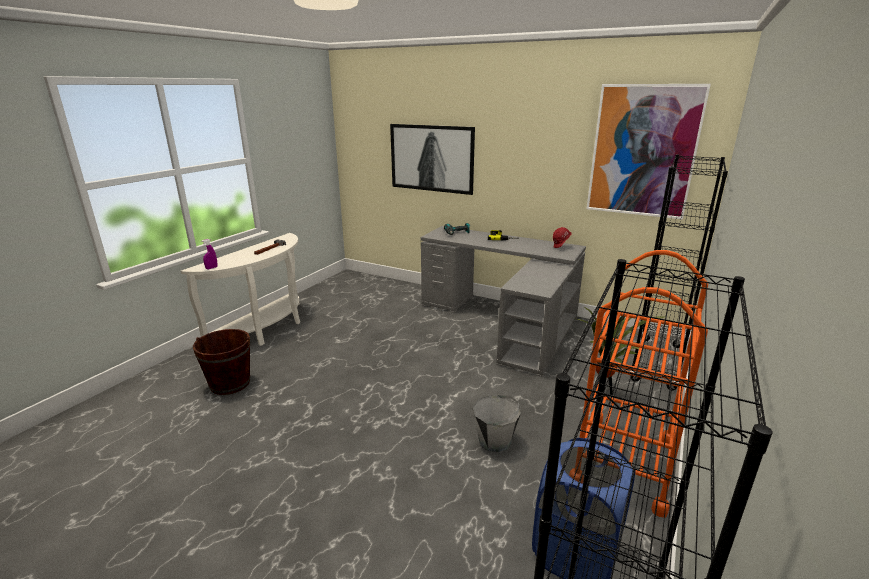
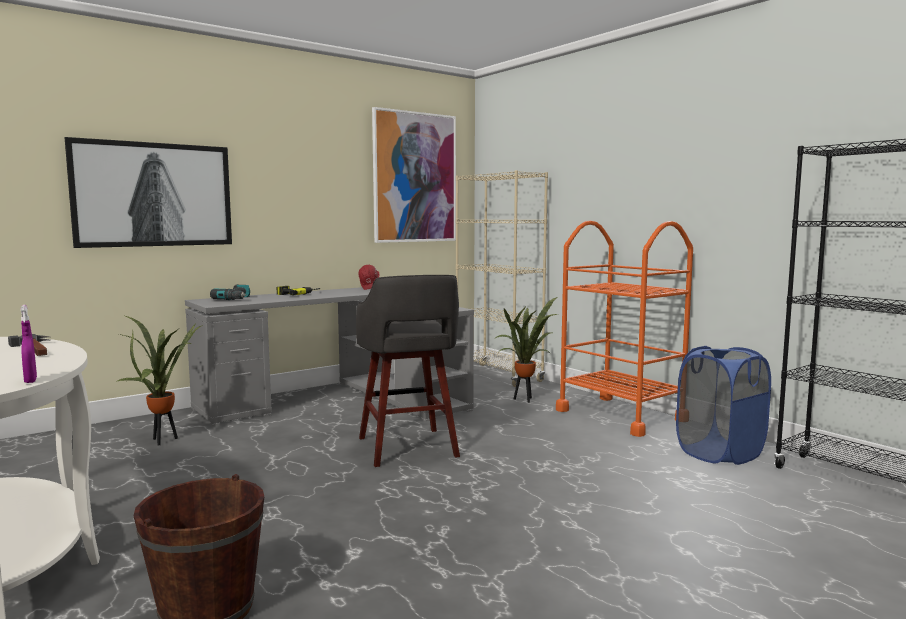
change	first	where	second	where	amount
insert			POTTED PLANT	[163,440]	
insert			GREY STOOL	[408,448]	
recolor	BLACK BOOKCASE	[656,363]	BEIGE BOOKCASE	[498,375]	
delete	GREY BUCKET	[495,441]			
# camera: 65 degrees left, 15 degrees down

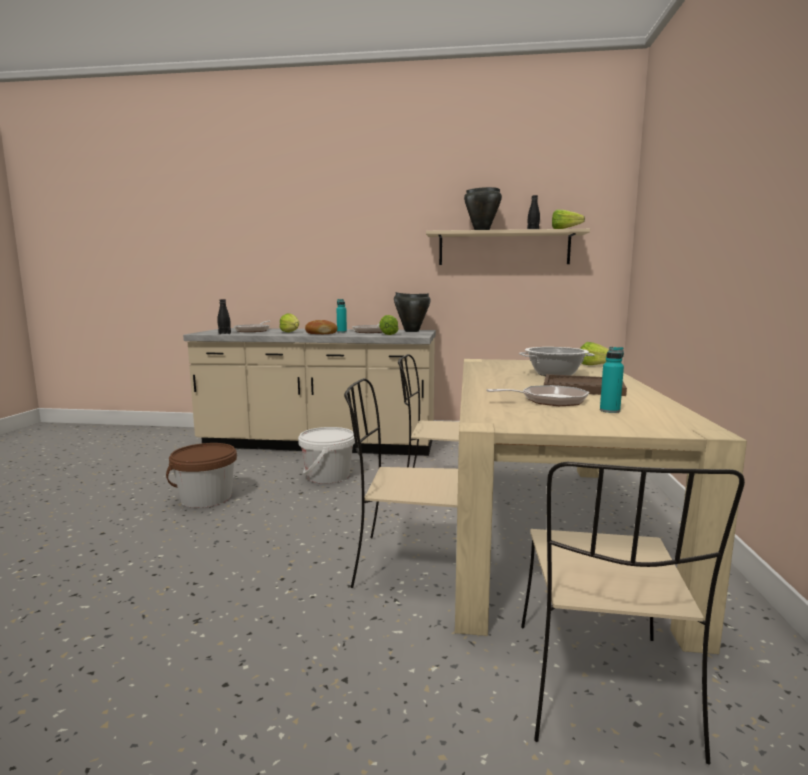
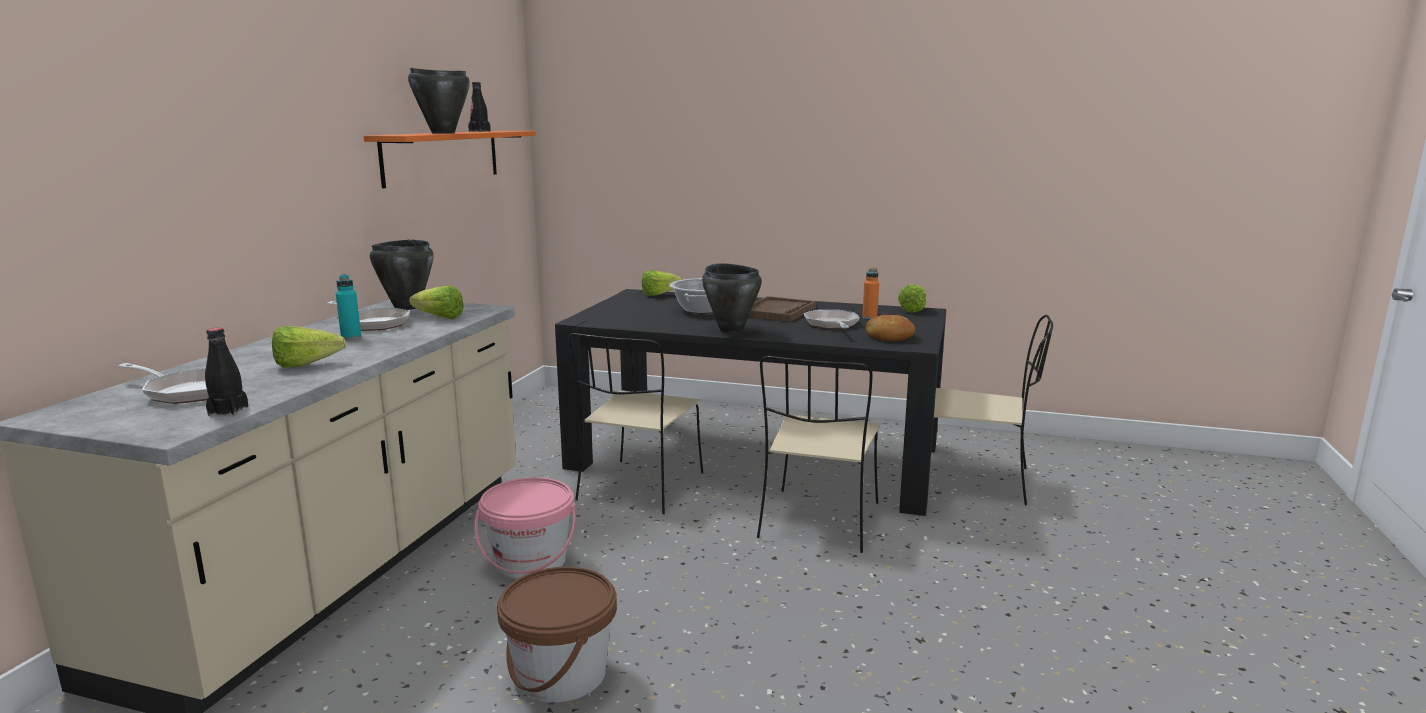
change	first	where	second	where	amount
recolor	BEIGE SHELF	[504,248]	ORANGE SHELF	[442,156]	
recolor	WHITE BUCKET	[328,476]	PINK BUCKET	[530,561]	
recolor	BEIGE DINING TABLE	[546,528]	BLACK DINING TABLE	[755,456]	
insert			BLACK COOKING POT	[731,330]	
recolor	TURQUOISE BOTTLE	[609,411]	ORANGE BOTTLE	[869,317]	
move	BREAD	[321,333]		[889,337]	
move	LETTUCE	[567,229]		[915,309]	
# camera: 80 degrees left, 5 degrees up

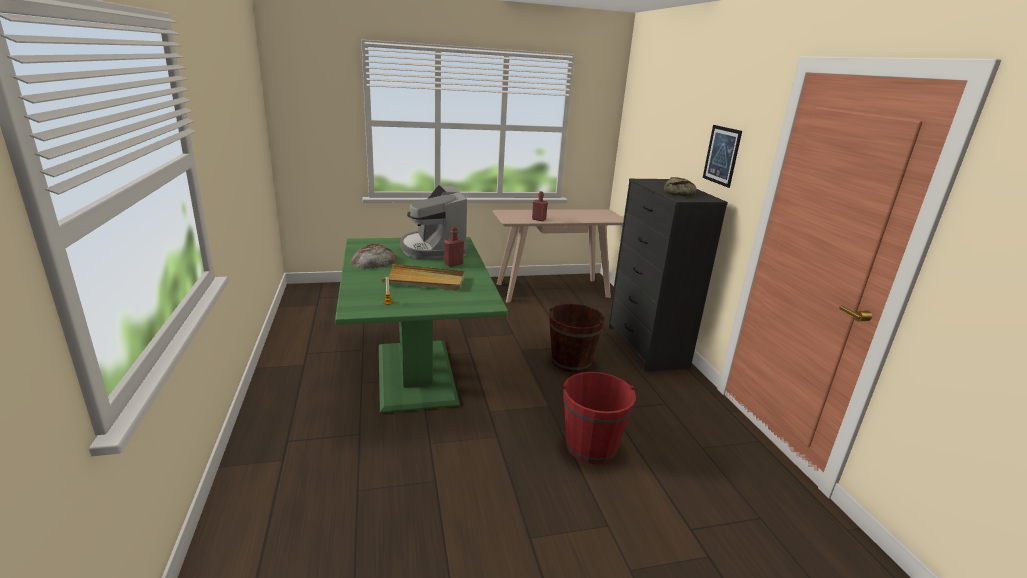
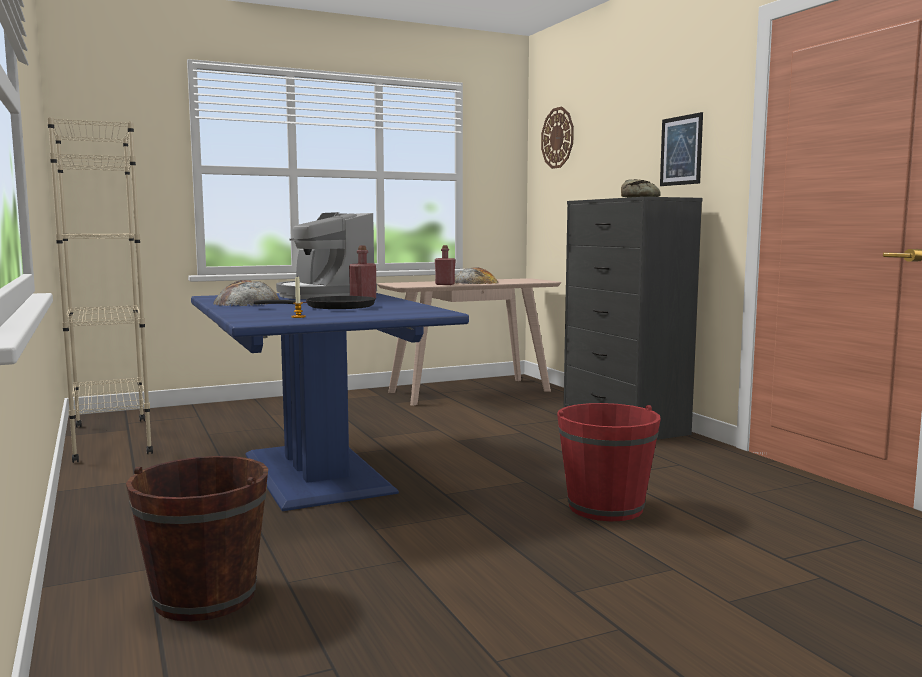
change	first	where	second	where	amount
insert			BEIGE BOOKCASE	[111,440]	
move	BROWN BUCKET	[571,361]		[205,597]	
recolor	GREEN DINING TABLE	[417,373]	BLUE DINING TABLE	[318,472]	
replace	BEIGE TRAY	[425,280]	BLACK FRYING PAN	[335,307]	
insert			BREAD	[473,282]	
insert			WALL CLOCK	[558,138]	
# camera: 10 degrees left, 15 degrees down

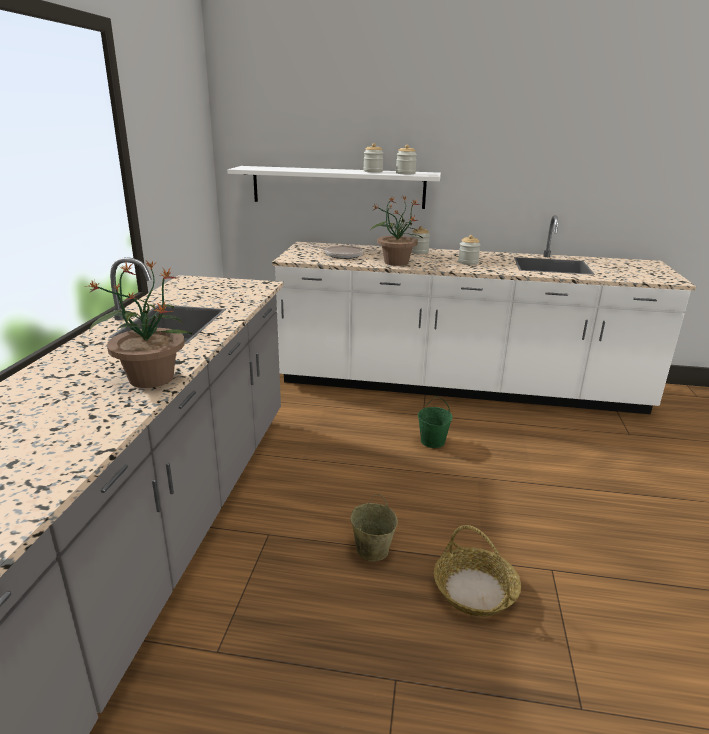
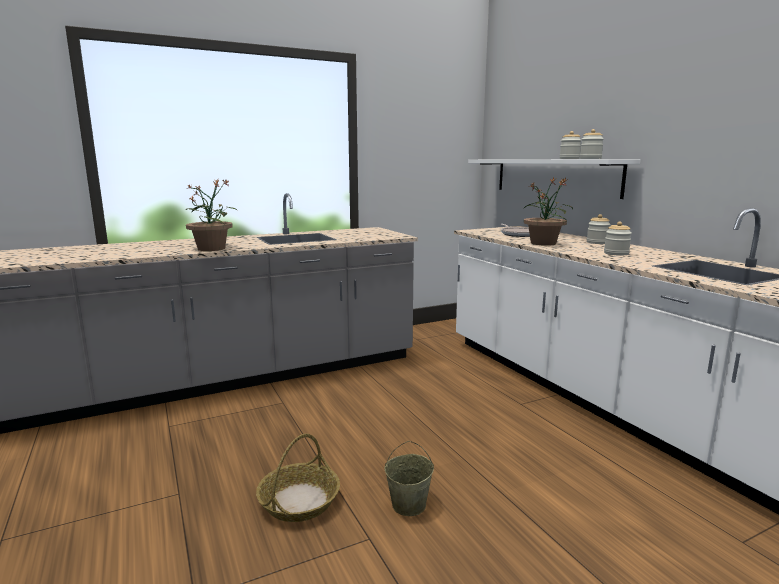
change	first	where	second	where	amount
move	BEIGE BUCKET	[372,549]		[409,504]	
delete	GREEN BUCKET	[432,441]			
# camera: 55 degrees right, 10 degrees down

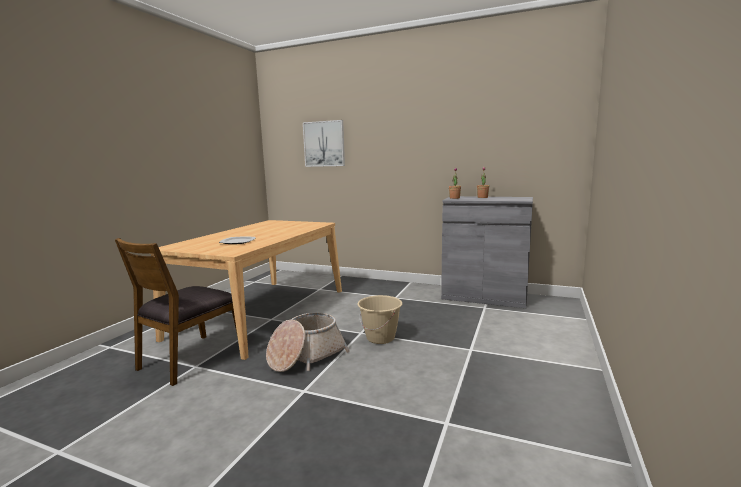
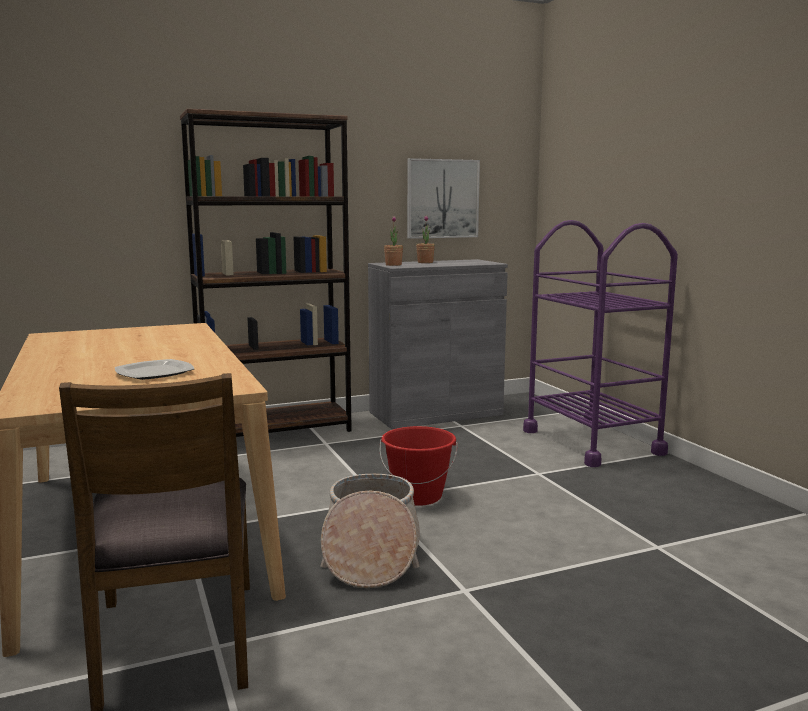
change	first	where	second	where	amount
insert			BROWN BOOKCASE	[276,431]	
recolor	BEIGE BUCKET	[380,338]	RED BUCKET	[418,496]	
move	PICTURE	[324,144]		[442,199]	
insert			PURPLE CART	[592,442]	
# camera: 45 degrees left, 0 degrees up

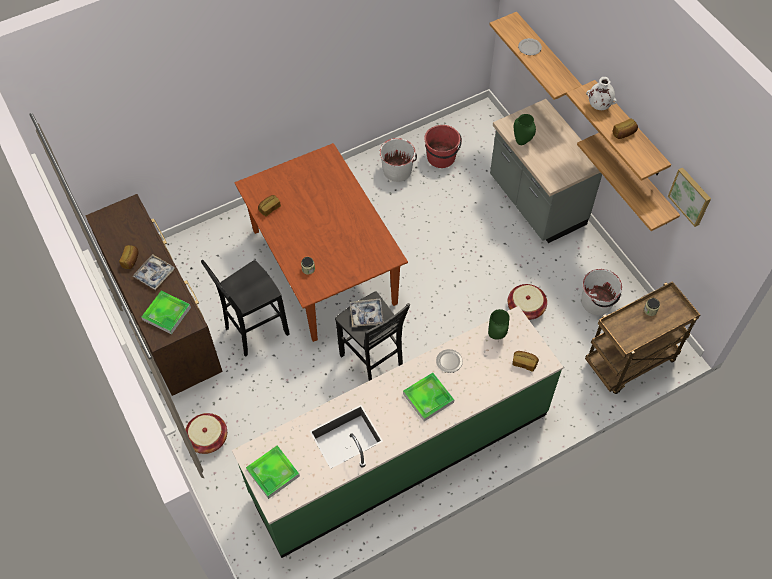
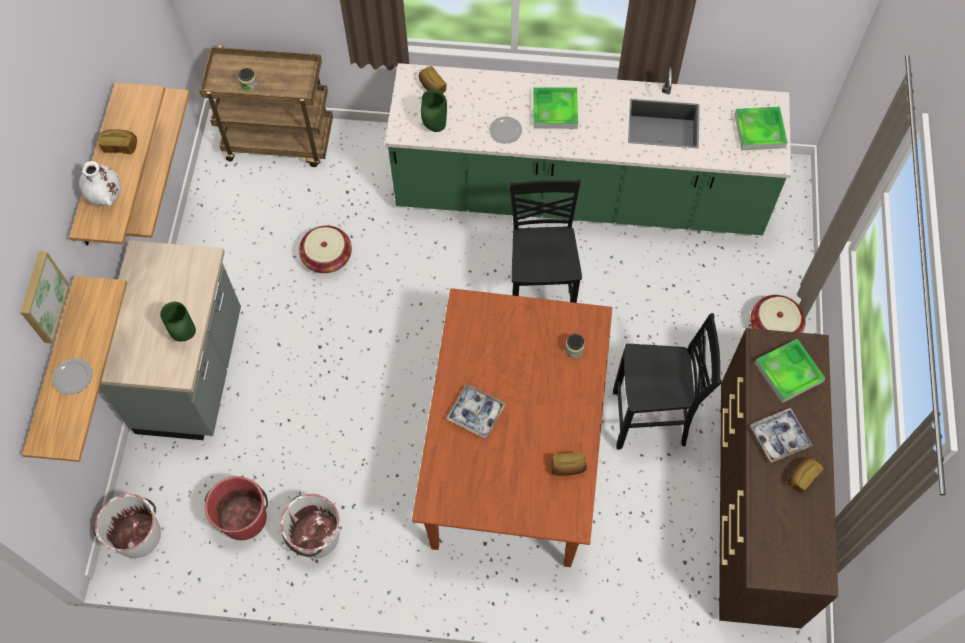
change	first	where	second	where	amount
move	PICTURE	[690,196]		[41,297]	
move	WHITE BUCKET	[597,302]		[137,535]	
move	TRAY	[366,315]		[476,413]	
# camera: 145 degrees left, 5 degrees up

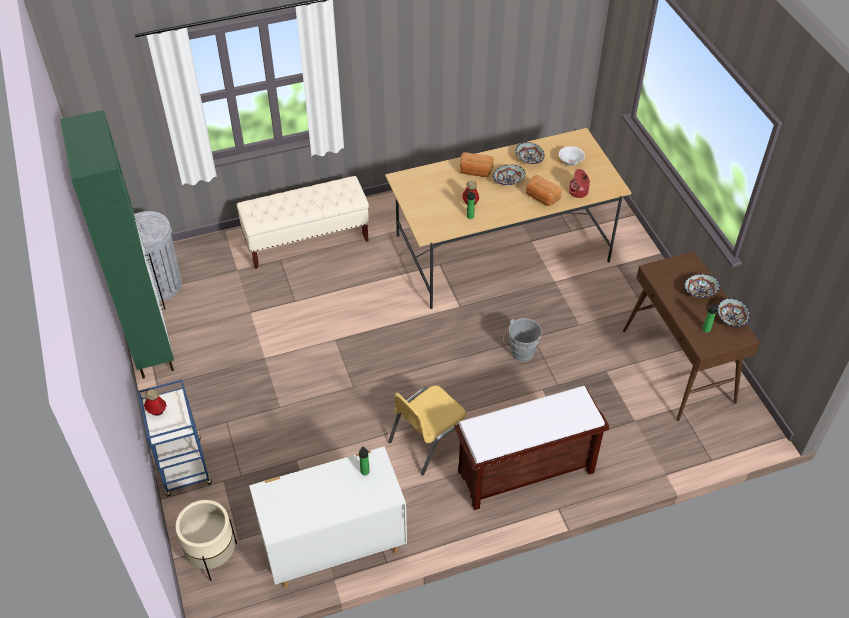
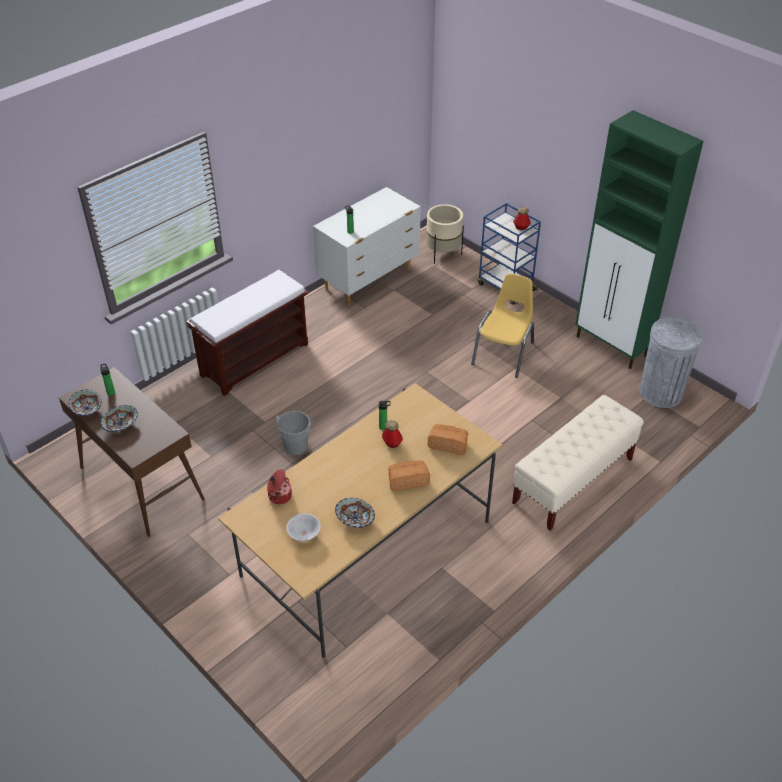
change	first	where	second	where	amount
move	BREAD	[541,198]		[448,444]	
move	YELLOW CHAIR	[430,439]		[504,353]	
delete	BOWL	[508,181]			
# camera: 155 degrees right, 5 degrees down

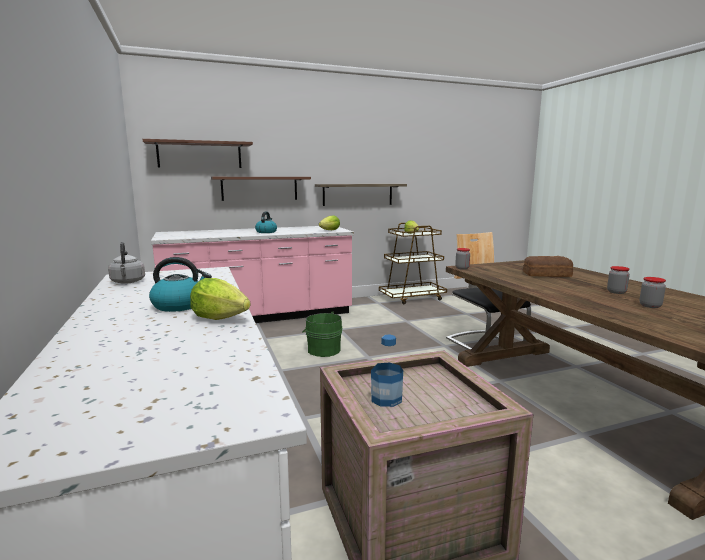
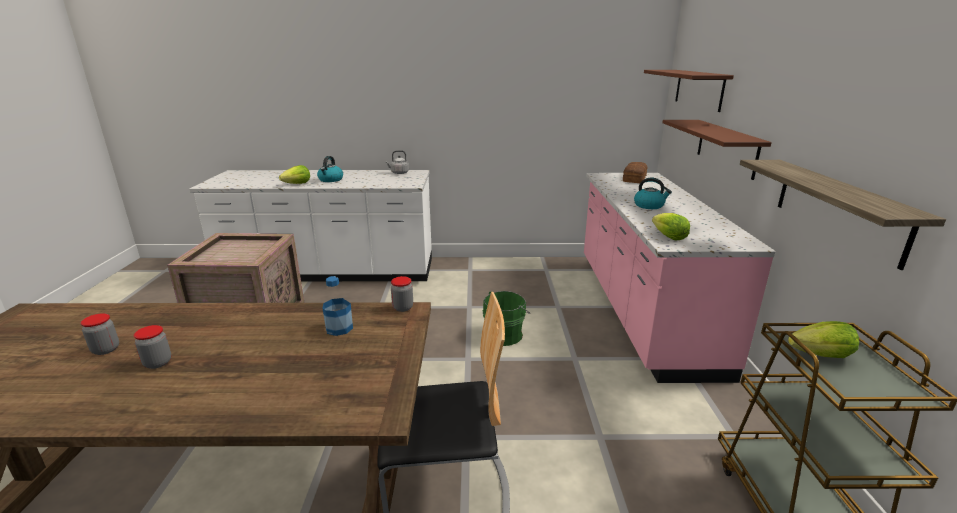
change	first	where	second	where	amount
move	BOTTLE	[386,399]		[339,328]	
move	BREAD	[546,274]		[635,179]	
# camera: 110 degrees right, 10 degrees up

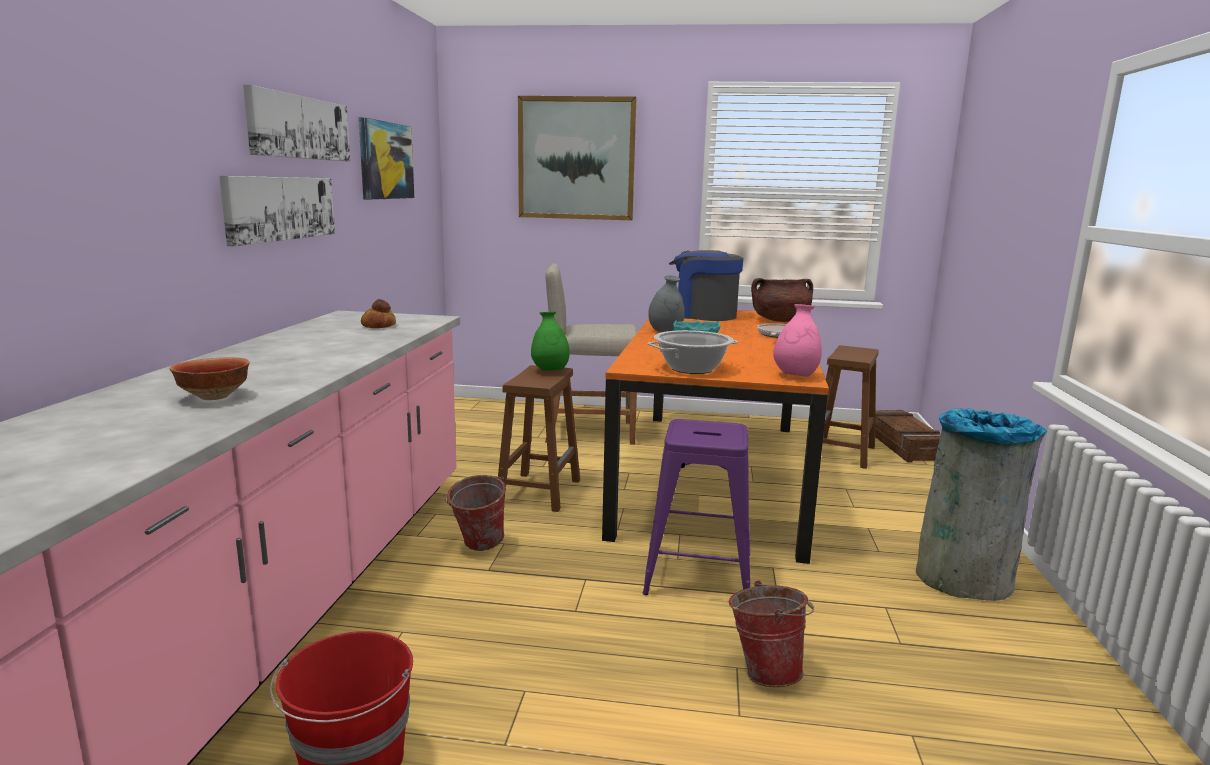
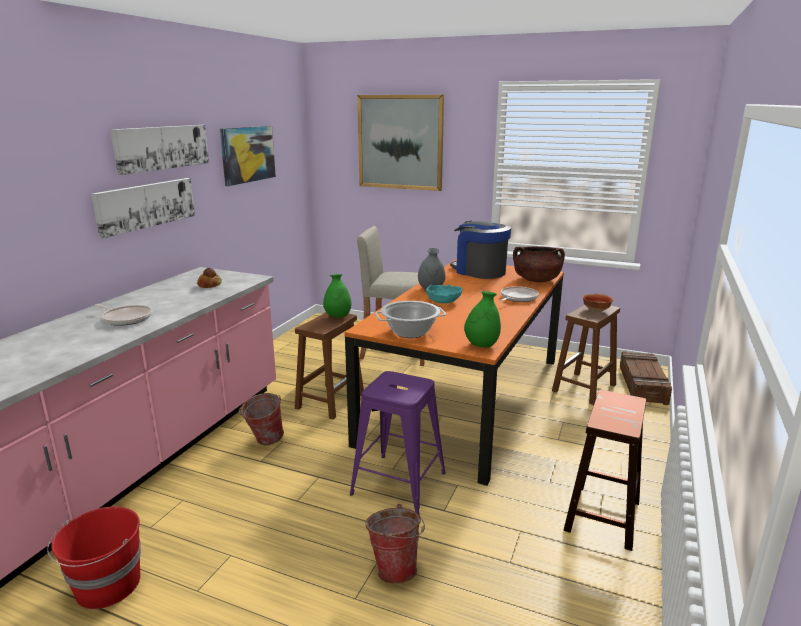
change	first	where	second	where	amount
insert			FRYING PAN	[126,318]	
recolor	PINK VASE	[795,376]	GREEN VASE	[481,345]	
replace	GREY TRASH CAN	[965,580]	BROWN STOOL	[602,516]	
move	BOWL	[213,397]		[595,310]	
# camera: 15 degrees right, 5 degrees up

